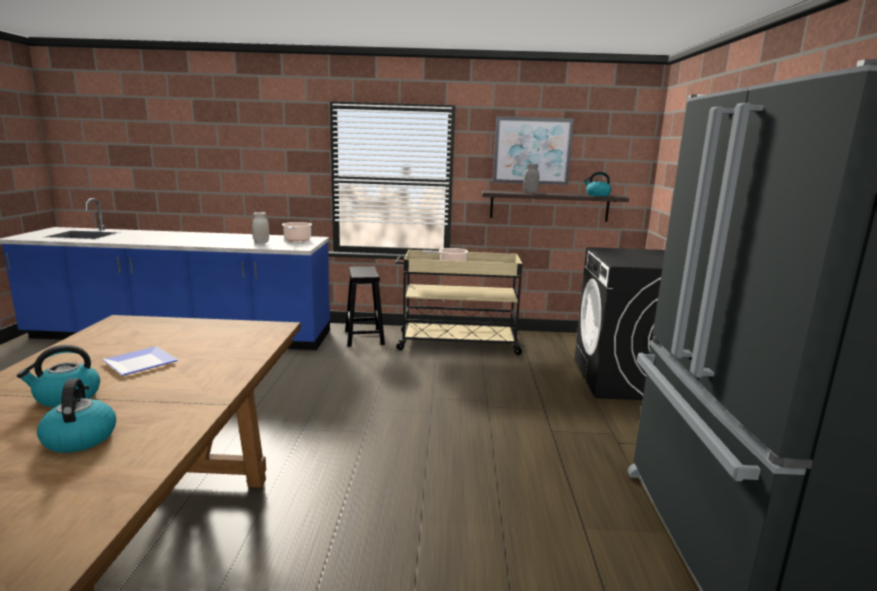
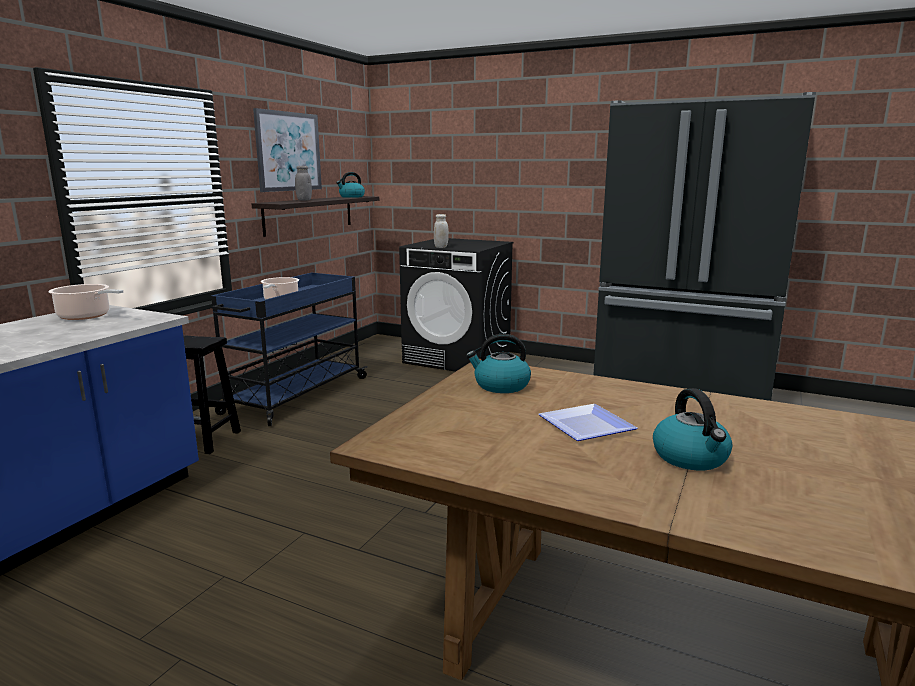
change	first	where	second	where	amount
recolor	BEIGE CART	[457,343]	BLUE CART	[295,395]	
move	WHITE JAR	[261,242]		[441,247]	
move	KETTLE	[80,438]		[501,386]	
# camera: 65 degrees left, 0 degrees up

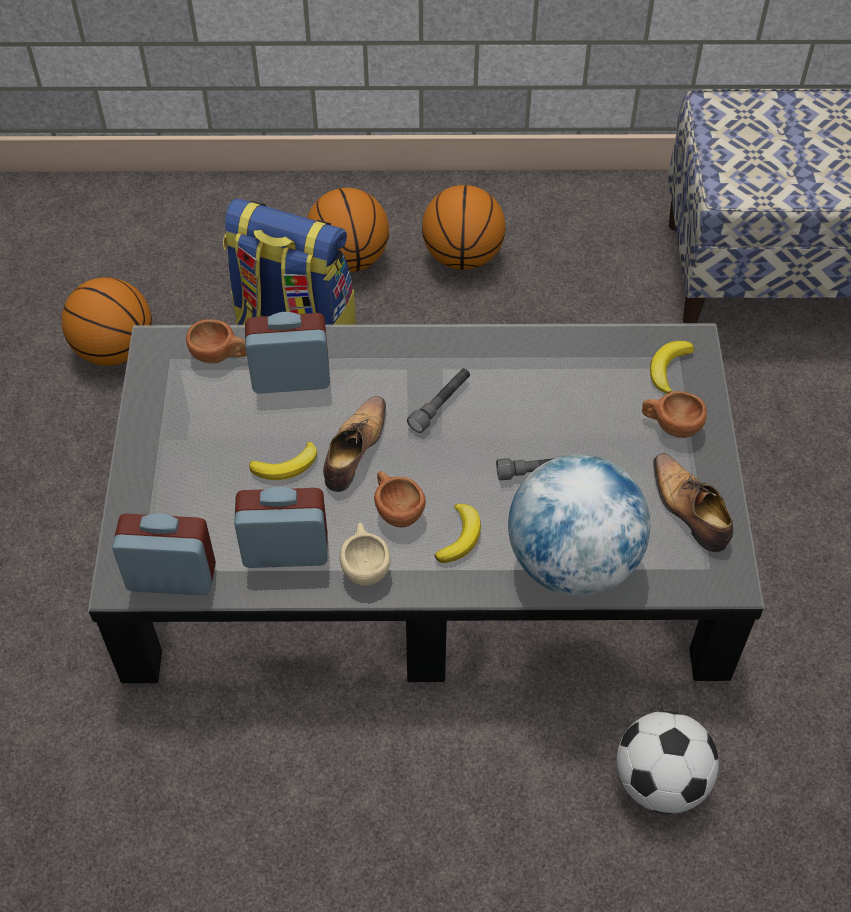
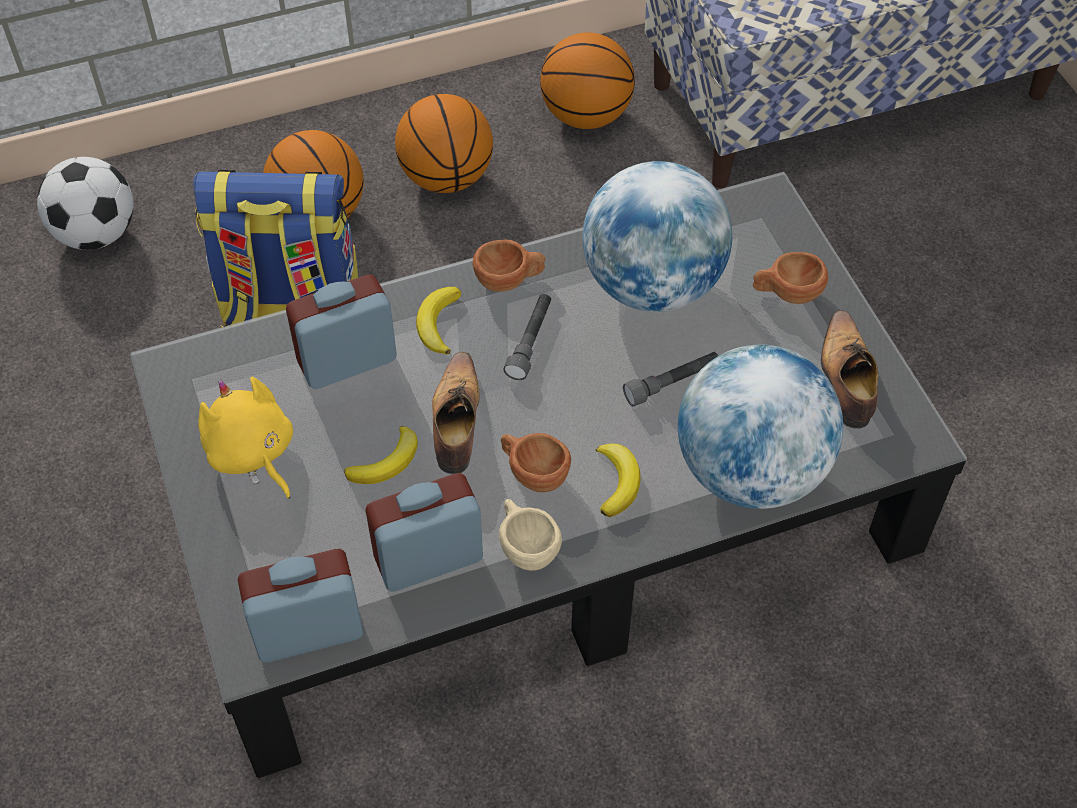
change	first	where	second	where	amount
move	FOOTBALL	[660,781]		[96,234]	
insert			YELLOW PLUSH TOY	[252,455]	
move	BANANA	[668,368]		[438,323]	
move	BROWN CUP	[220,355]		[509,280]	
move	BASKETBALL	[115,350]		[586,116]	
insert			GLOBE	[652,285]	
rotate	SHOE	[689,509]		[846,378]	45 degrees clockwise
# camera: 20 degrees left, 0 degrees up

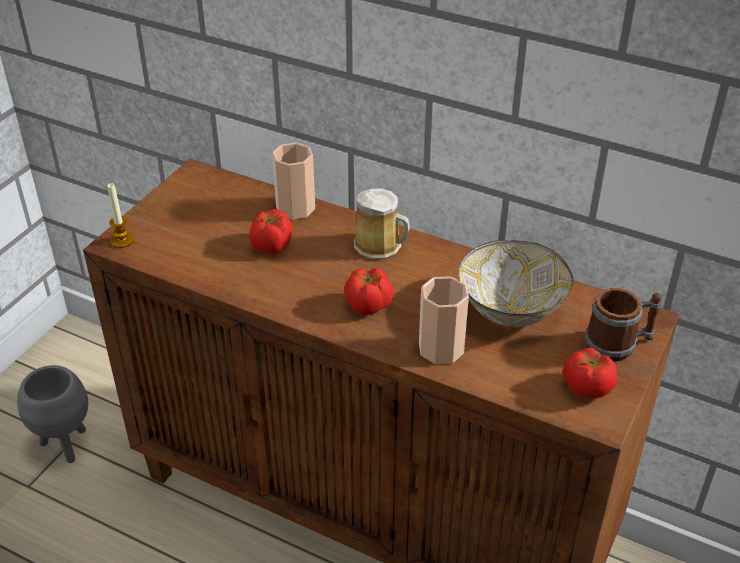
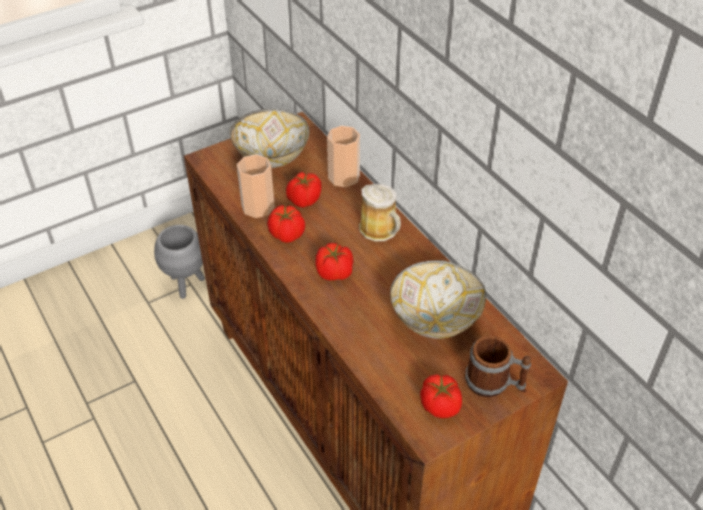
change	first	where	second	where	amount
insert			BOWL	[271,156]	
move	CUP	[441,348]		[258,207]	
insert			TOMATO	[287,235]	
delete	CANDLE	[122,240]			
# camera: 30 degrees right, 5 degrees up

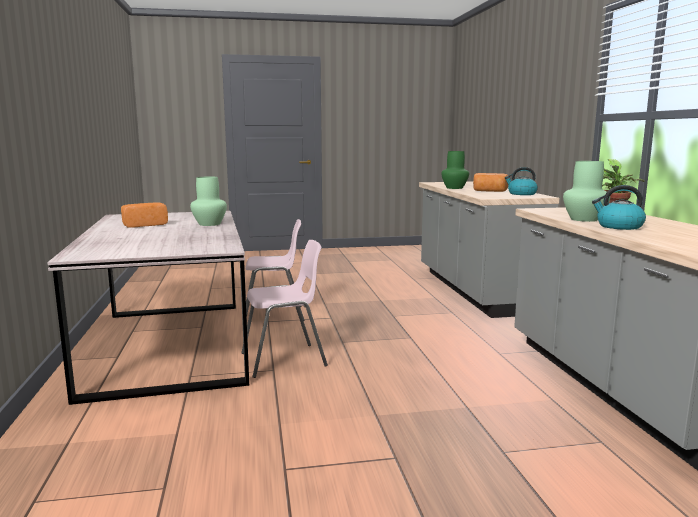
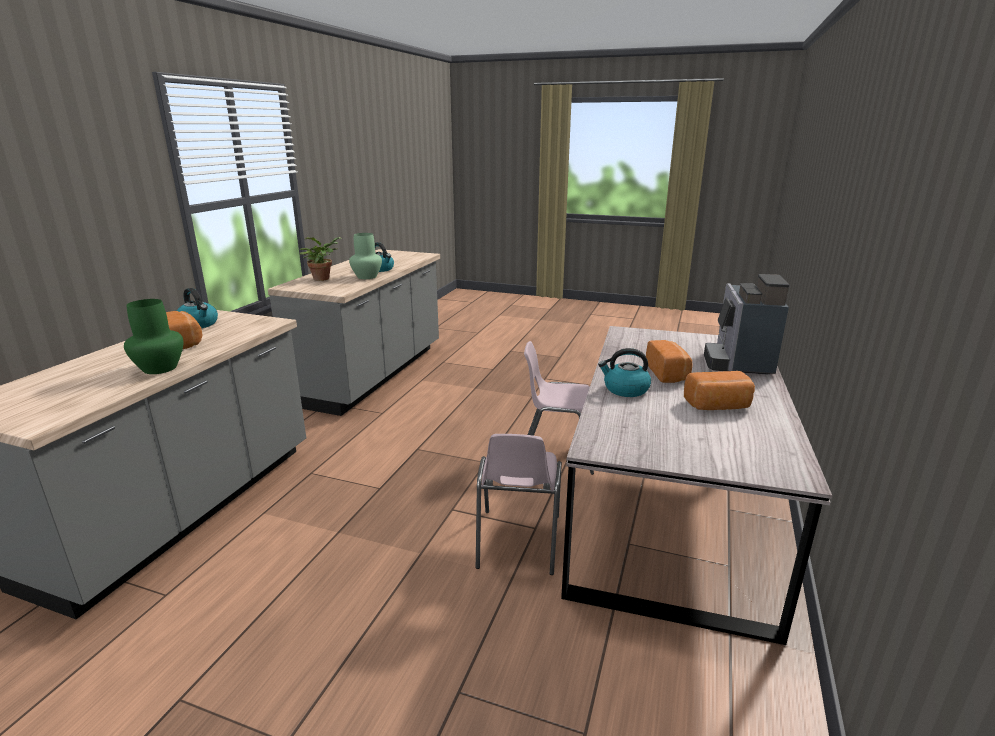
change	first	where	second	where	amount
rotate	PINK CHAIR	[274,315]		[517,542]	105 degrees counterclockwise
replace	GREEN VASE	[209,224]	KETTLE	[625,389]	
insert			BREAD	[668,373]	
insert			COFFEE MACHINE	[738,361]	
# camera: 150 degrees left, 10 degrees up

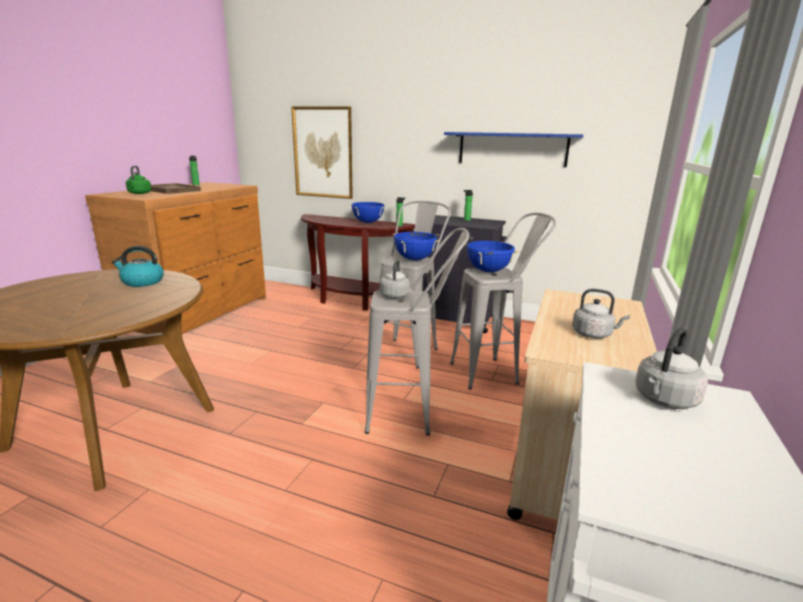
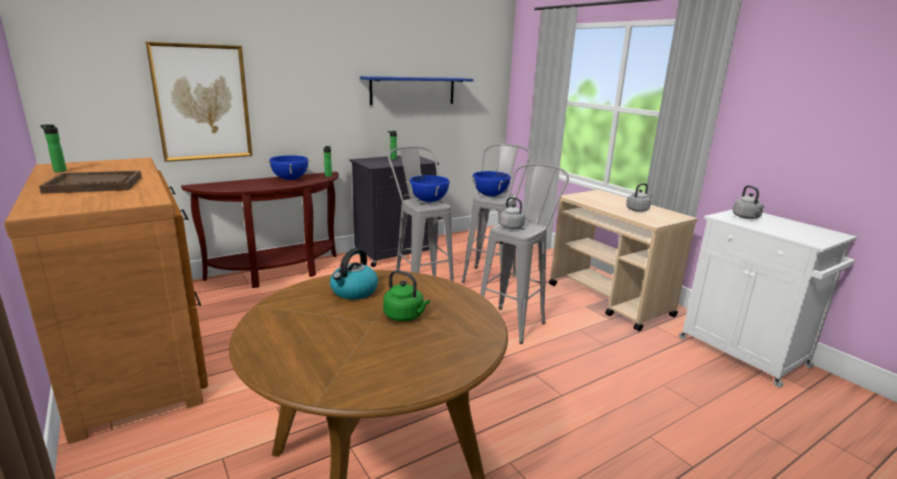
change	first	where	second	where	amount
move	GREEN KETTLE	[139,193]		[405,316]	
# camera: 55 degrees left, 0 degrees up

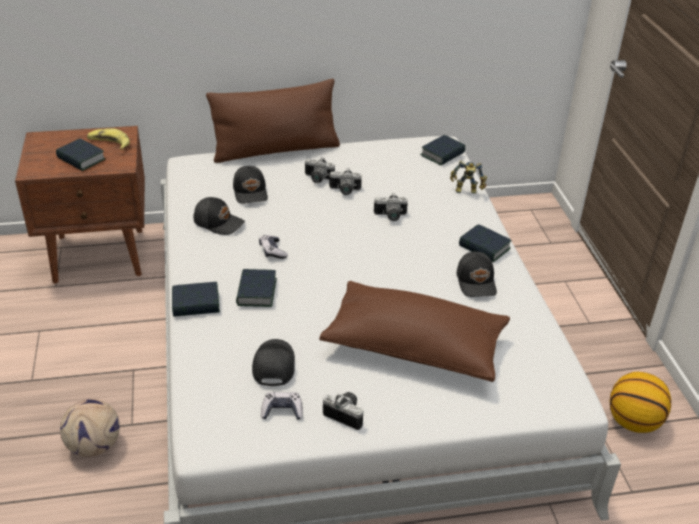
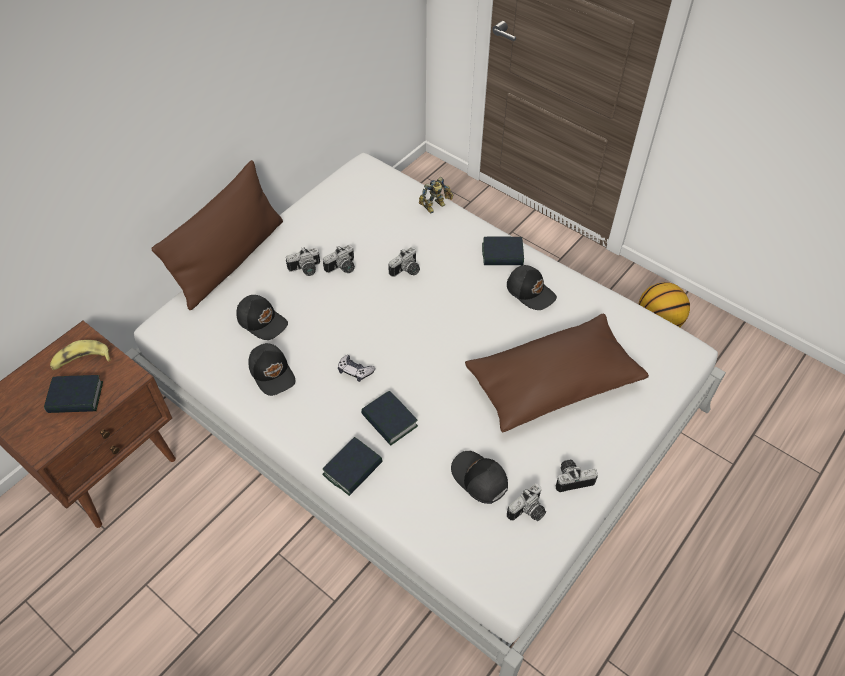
change	first	where	second	where	amount
rotate	BLACK CAP	[219,222]		[272,373]	75 degrees clockwise
replace	GAME CONTROLLER	[282,411]	PHOTO CAMERA	[528,512]	
delete	FOOTBALL	[95,446]			
delete	BOOK	[442,154]			
# camera: 40 degrees left, 15 degrees up

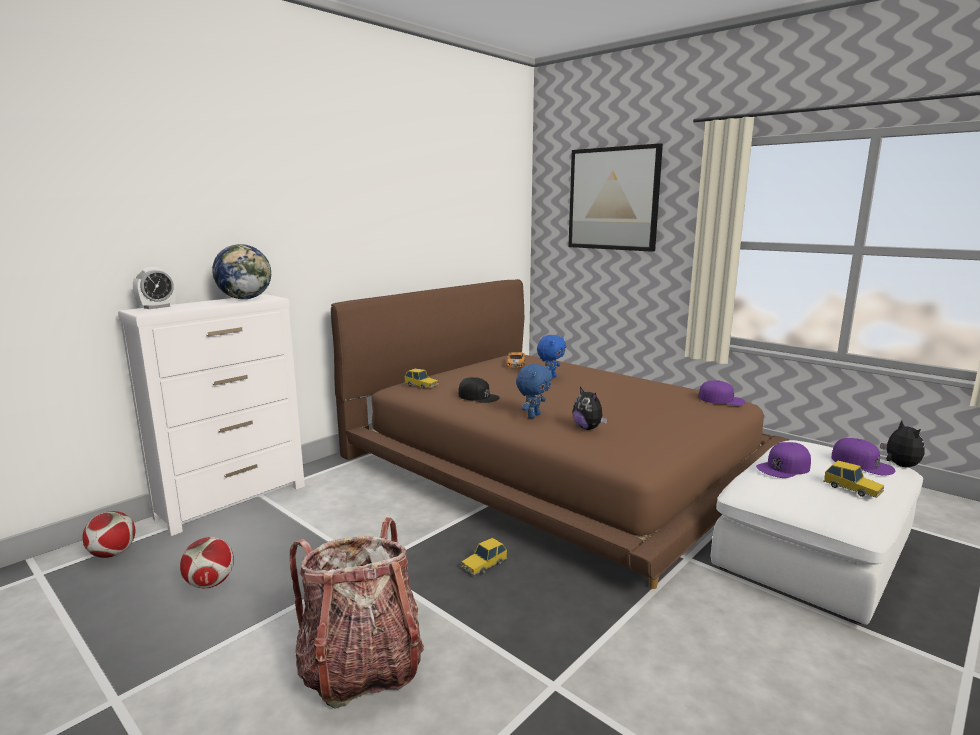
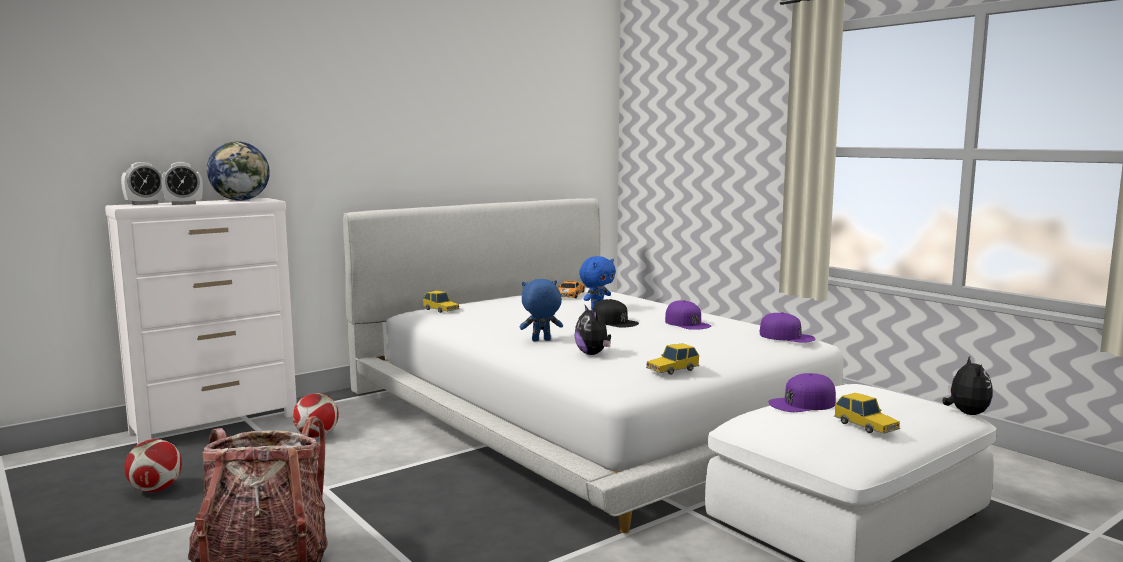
change	first	where	second	where	amount
insert			ALARM CLOCK	[183,204]	
move	FOOTBALL	[112,554]		[316,436]	
recolor	BROWN BED	[552,463]	WHITE BED	[591,411]	
rotate	BLUE PLUSH TOY	[533,416]		[541,341]	150 degrees counterclockwise
move	BLACK CAP	[478,396]		[614,322]	
move	TOY CAR	[484,564]		[672,369]	
move	PURPLE CAP	[862,464]		[687,323]	
delete	PICTURE	[613,199]			
# camera: 10 degrees right, 5 degrees down

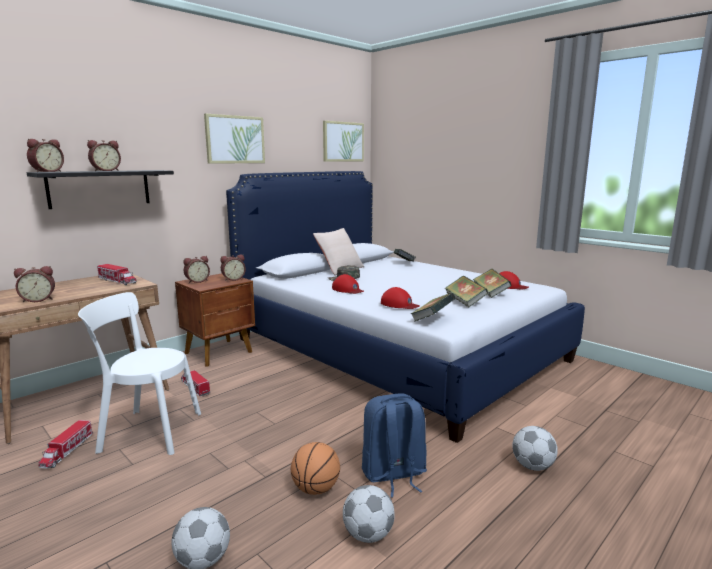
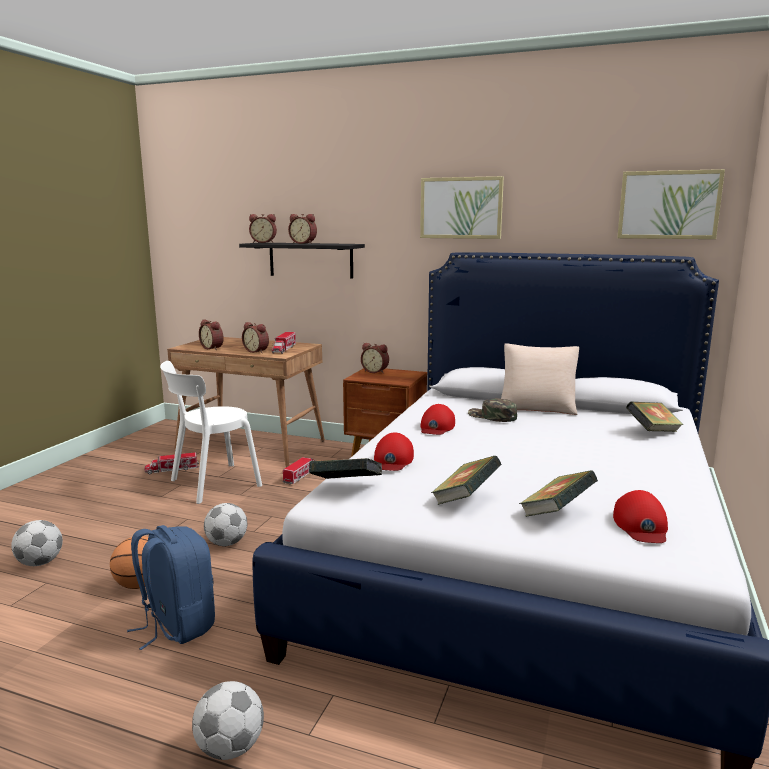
change	first	where	second	where	amount
rotate	WHITE CHAIR	[147,431]		[211,484]	105 degrees counterclockwise
move	FOOTBALL	[368,534]		[227,543]	
move	ALARM CLOCK	[233,279]		[257,351]	
# camera: 65 degrees right, 0 degrees up

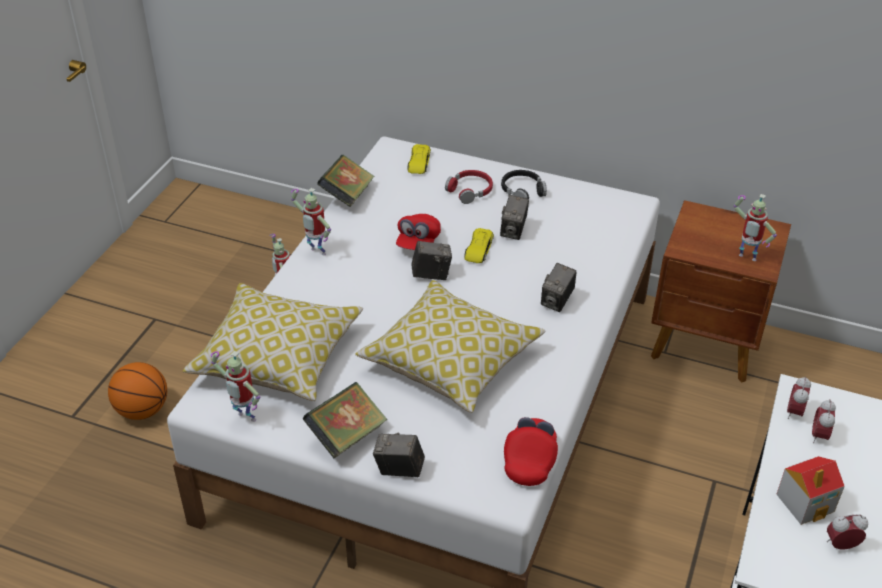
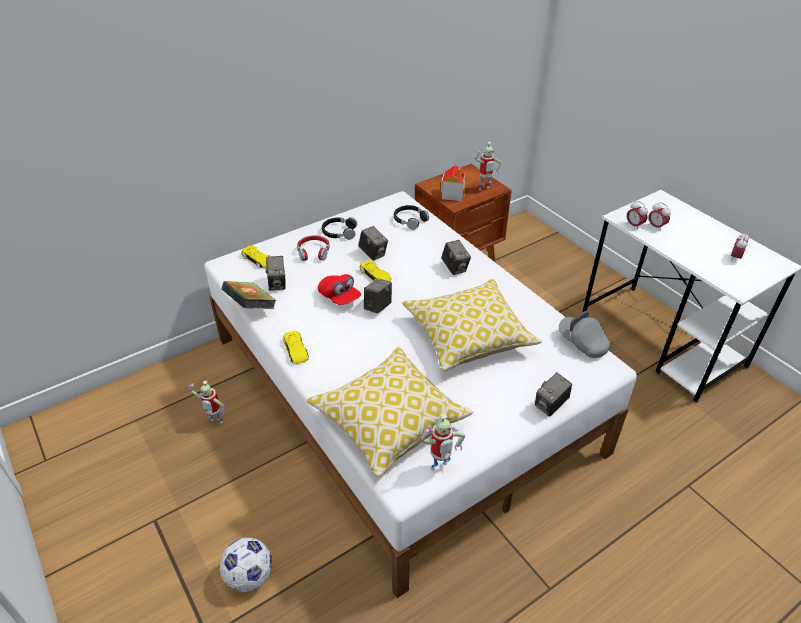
change	first	where	second	where	amount
replace	BASKETBALL	[142,410]	FOOTBALL	[250,576]	
insert			PHOTO CAMERA	[277,284]	
replace	TOY ROBOT	[316,252]	YELLOW TOY CAR	[296,350]	
insert			BLACK HEADPHONES	[410,220]	
move	TOY HOUSE	[805,502]		[452,194]	
recolor	RED CAP	[530,460]	GREY CAP	[582,343]	
delete	BOOK	[346,435]			
# camera: 55 degrees left, 0 degrees up

